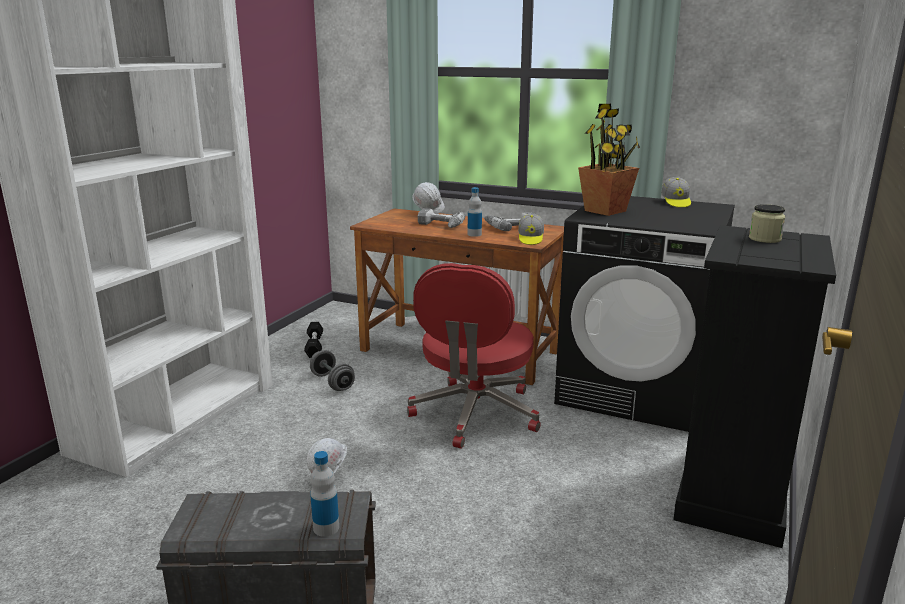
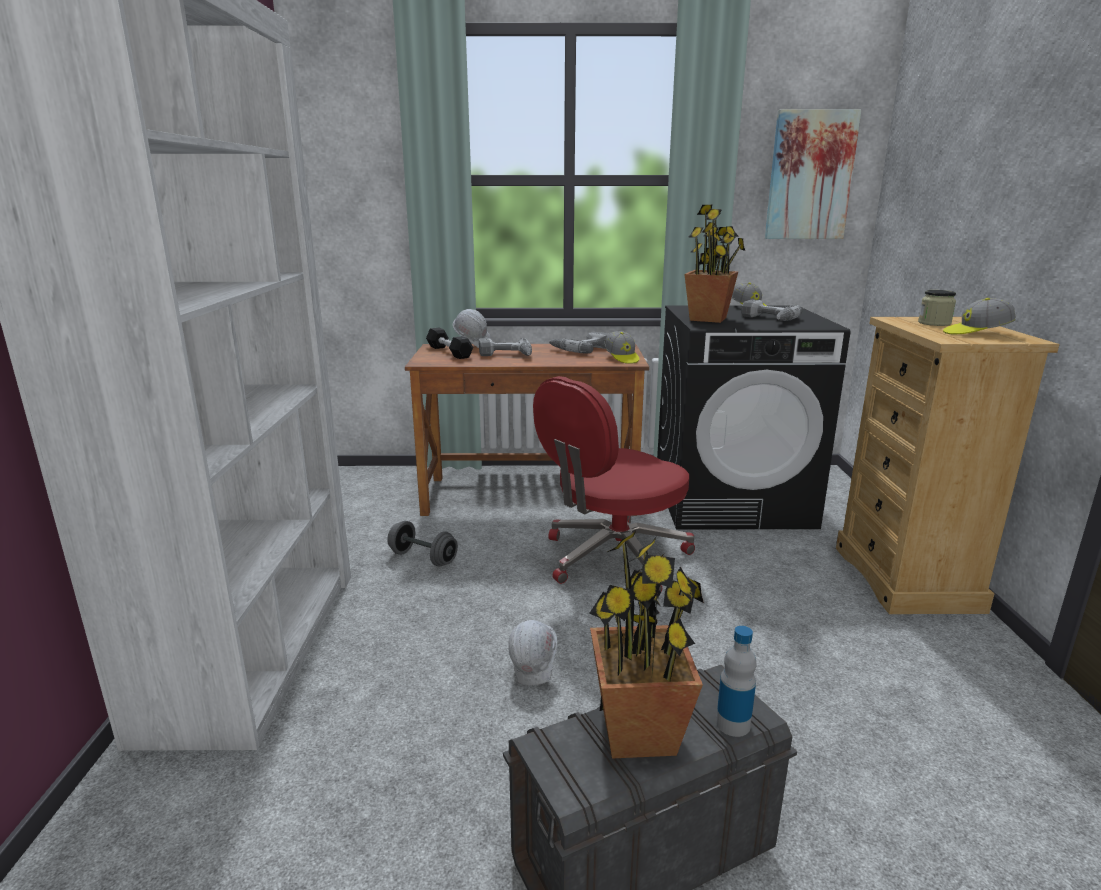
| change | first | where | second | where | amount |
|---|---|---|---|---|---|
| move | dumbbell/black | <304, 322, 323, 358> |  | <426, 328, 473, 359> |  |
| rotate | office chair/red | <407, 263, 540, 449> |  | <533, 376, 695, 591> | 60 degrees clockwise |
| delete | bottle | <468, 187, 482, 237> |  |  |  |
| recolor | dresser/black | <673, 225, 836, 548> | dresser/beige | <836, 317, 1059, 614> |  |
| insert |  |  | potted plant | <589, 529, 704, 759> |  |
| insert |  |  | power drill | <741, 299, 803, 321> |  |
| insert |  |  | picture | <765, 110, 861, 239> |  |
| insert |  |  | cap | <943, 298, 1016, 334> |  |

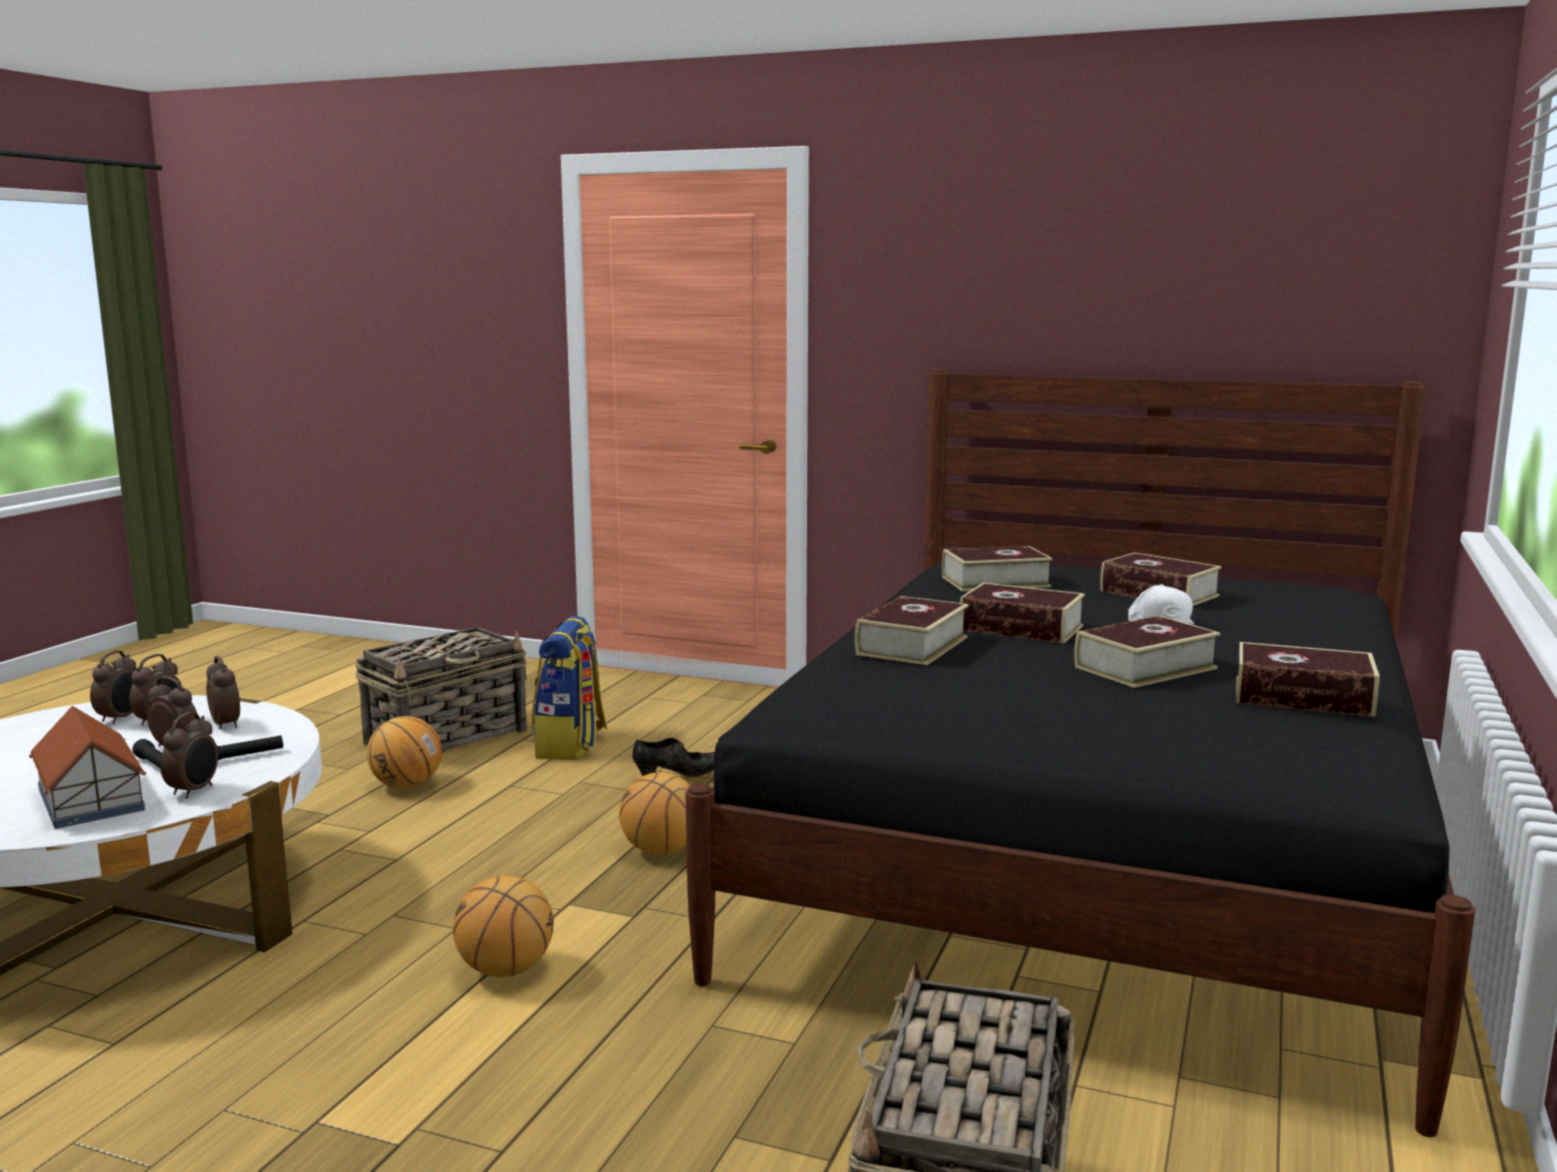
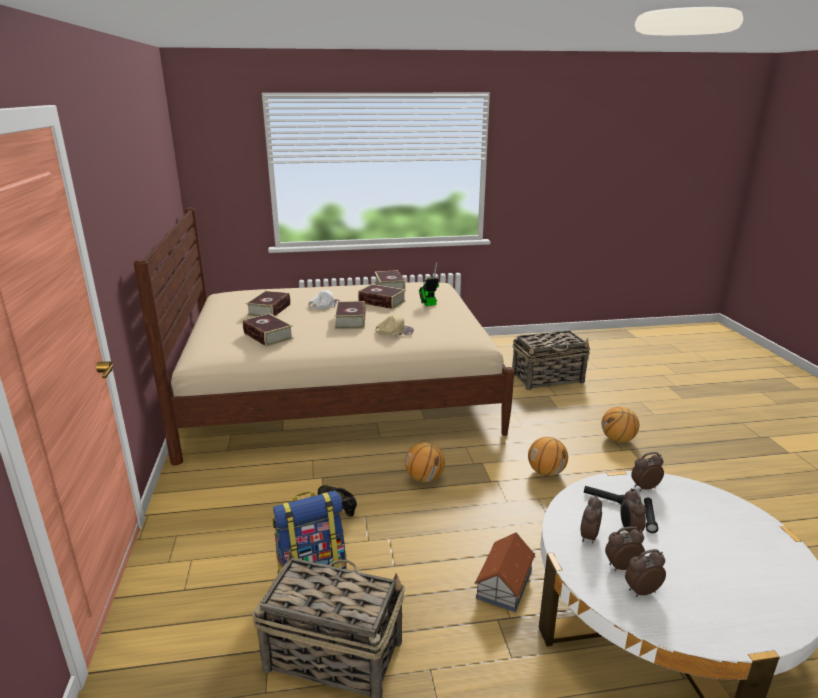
| change | first | where | second | where | amount |
|---|---|---|---|---|---|
| move | toy house | <29, 706, 146, 829> |  | <474, 532, 536, 612> |  |
| move | basketball | <367, 716, 442, 789> |  | <602, 407, 639, 443> |  |
| recolor | bed/black | <685, 369, 1475, 1137> | bed/beige | <133, 208, 514, 465> |  |
| replace | book | <855, 596, 969, 665> | cap/beige | <375, 314, 414, 336> |  |
| insert |  |  | toy robot | <419, 262, 439, 306> |  |

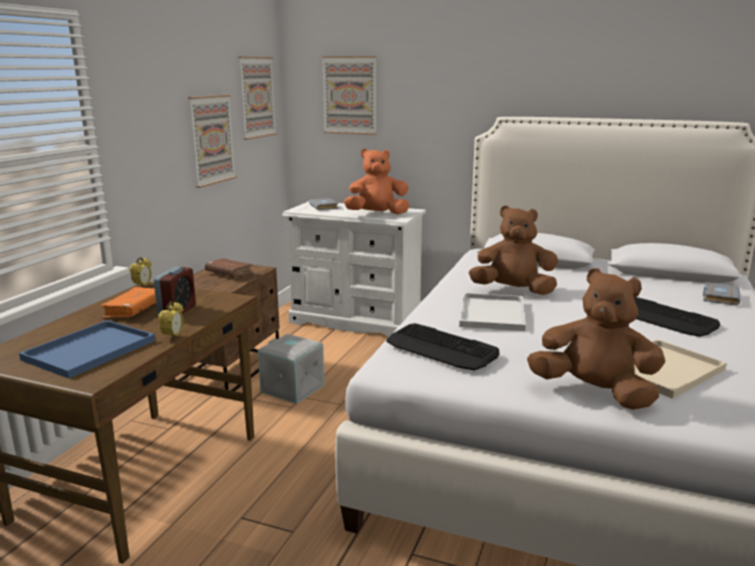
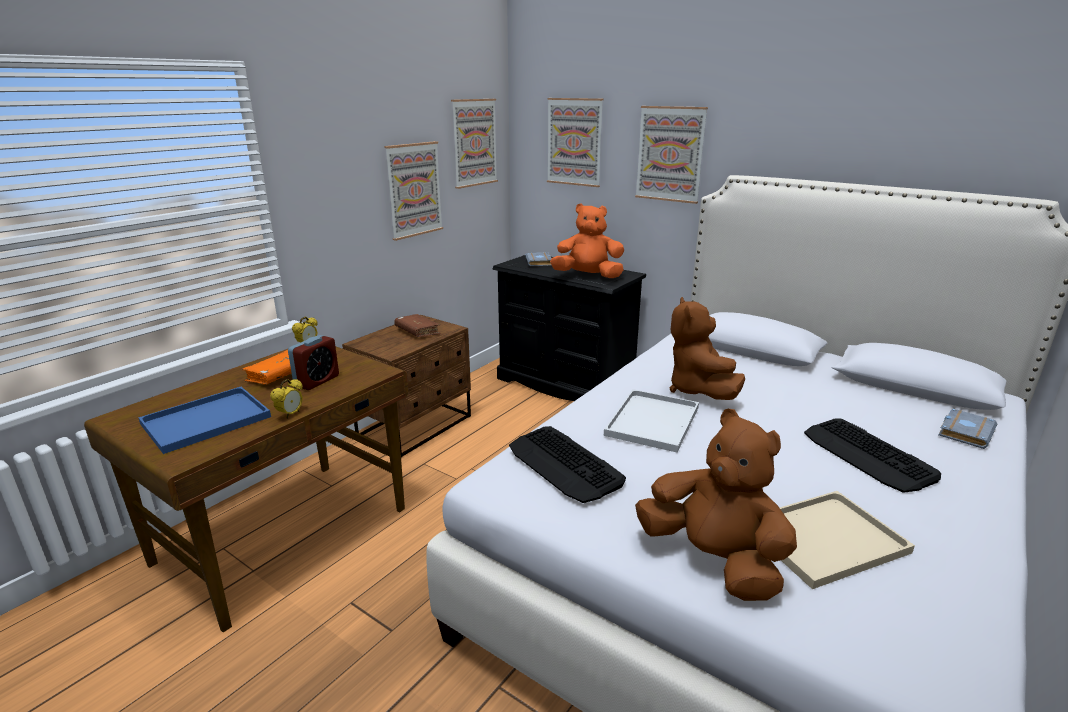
| change | first | where | second | where | amount |
|---|---|---|---|---|---|
| delete | storage box/grey | <258, 334, 325, 404> |  |  |  |
| recolor | dresser/white | <282, 201, 426, 337> | dresser/black | <492, 255, 646, 401> |  |
| rotate | plush toy/brown | <469, 206, 558, 295> |  | <670, 297, 745, 400> | 120 degrees counterclockwise |
| insert |  |  | picture | <635, 106, 708, 204> |  |

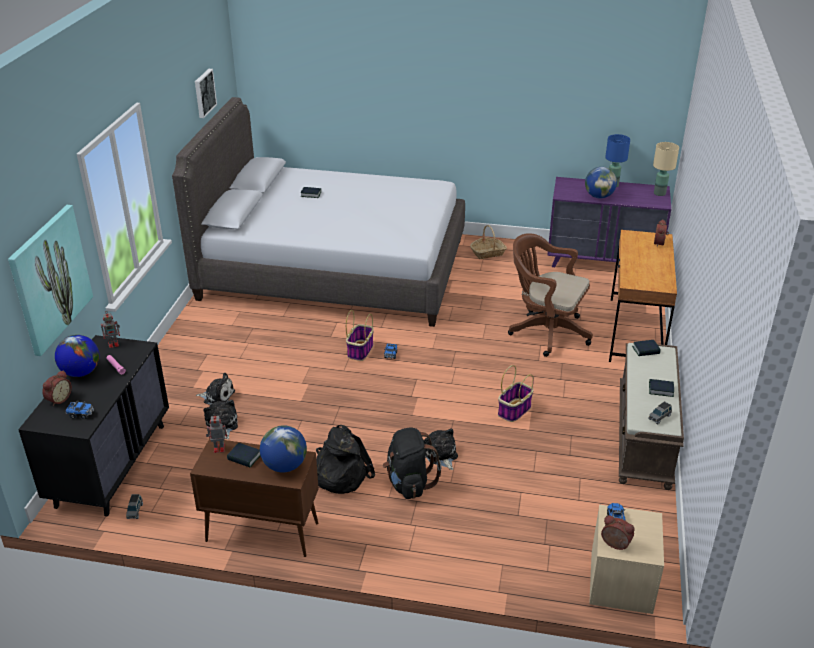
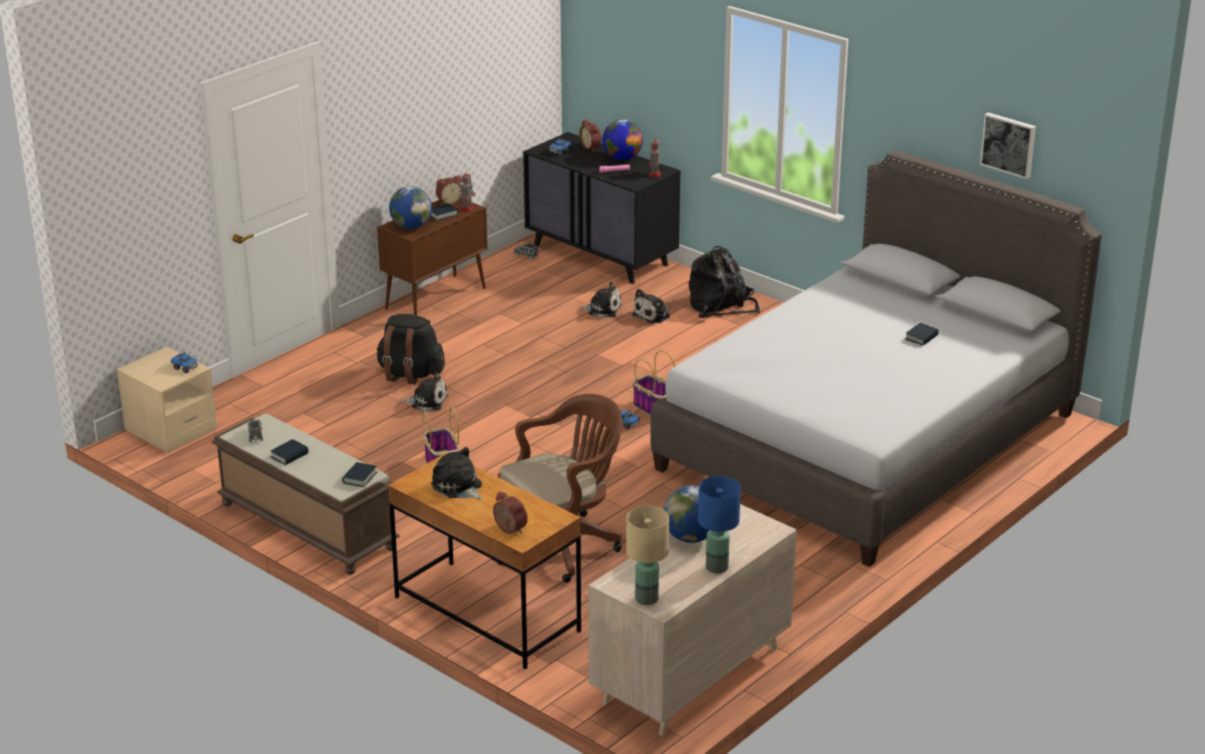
| change | first | where | second | where | amount |
|---|---|---|---|---|---|
| delete | picture | <8, 205, 93, 356> |  |  |  |
| move | backpack/black | <316, 425, 375, 494> |  | <688, 246, 760, 318> |  |
| delete | basket | <470, 225, 507, 259> |  |  |  |
| recolor | dresser/purple | <547, 177, 671, 267> | dresser/beige | <588, 504, 797, 736> |  |
| move | alarm clock | <601, 515, 635, 550> |  | <436, 175, 462, 205> |  |
| insert |  |  | plush toy | <431, 447, 483, 500> |  |

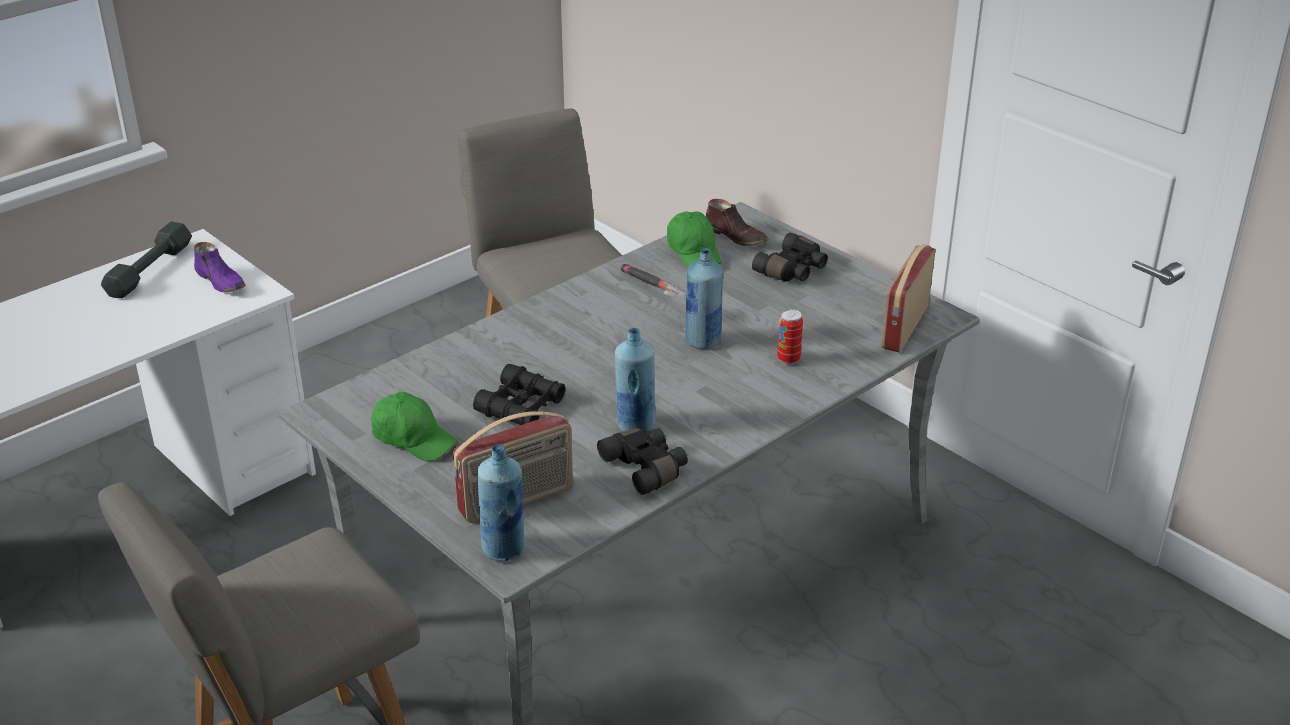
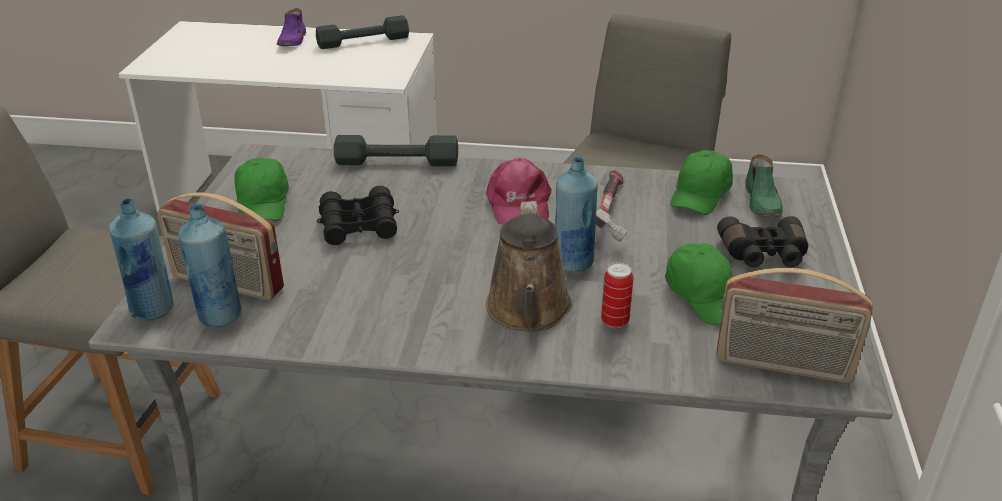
| change | first | where | second | where | amount |
|---|---|---|---|---|---|
| move | shoe/purple | <194, 242, 246, 292> |  | <277, 8, 306, 46> |  |
| delete | binoculars/black | <597, 427, 688, 495> |  |  |  |
| move | bottle/blue | <615, 328, 655, 432> |  | <178, 204, 243, 327> |  |
| recolor | shoe/brown | <706, 199, 769, 246> | shoe/green | <745, 154, 783, 217> |  |
| rotate | radio | <881, 244, 935, 353> |  | <716, 268, 873, 383> | 150 degrees counterclockwise |
| insert |  |  | dumbbell/grey | <334, 135, 458, 166> |  |
| insert |  |  | cap/pink | <486, 158, 551, 225> |  |
| insert |  |  | watering can/brown | <486, 201, 572, 331> |  |
| insert |  |  | cap/green | <665, 243, 733, 325> |  |

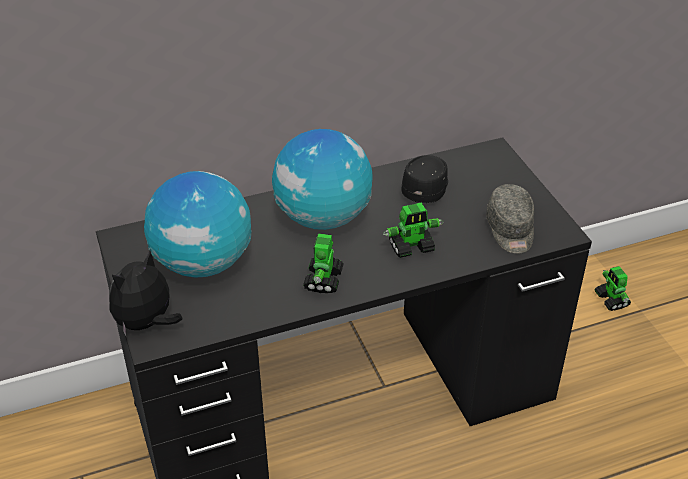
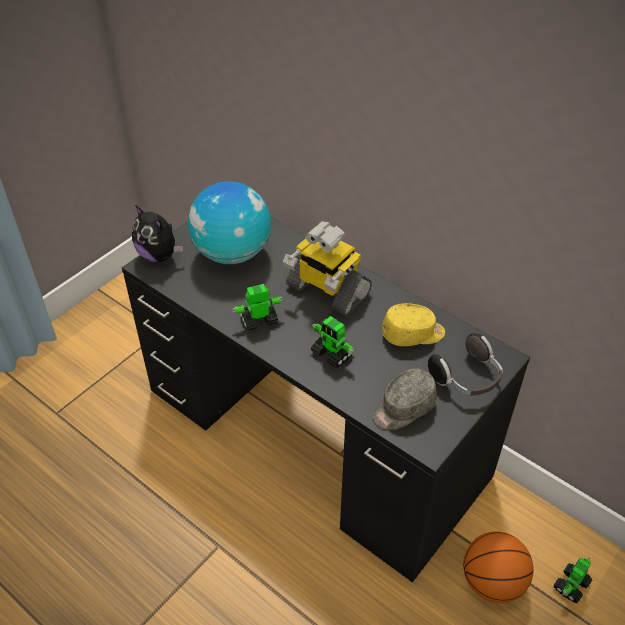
| change | first | where | second | where | amount |
|---|---|---|---|---|---|
| rotate | plush toy | <109, 251, 182, 336> |  | <132, 205, 183, 262> | 150 degrees counterclockwise |
| replace | globe | <272, 129, 373, 230> | toy robot | <283, 221, 372, 316> |  |
| recolor | cap/black | <401, 155, 448, 203> | cap/yellow | <382, 303, 445, 346> |  |
| insert |  |  | headphones | <428, 333, 503, 396> |  |
| insert |  |  | basketball | <463, 531, 534, 603> |  |

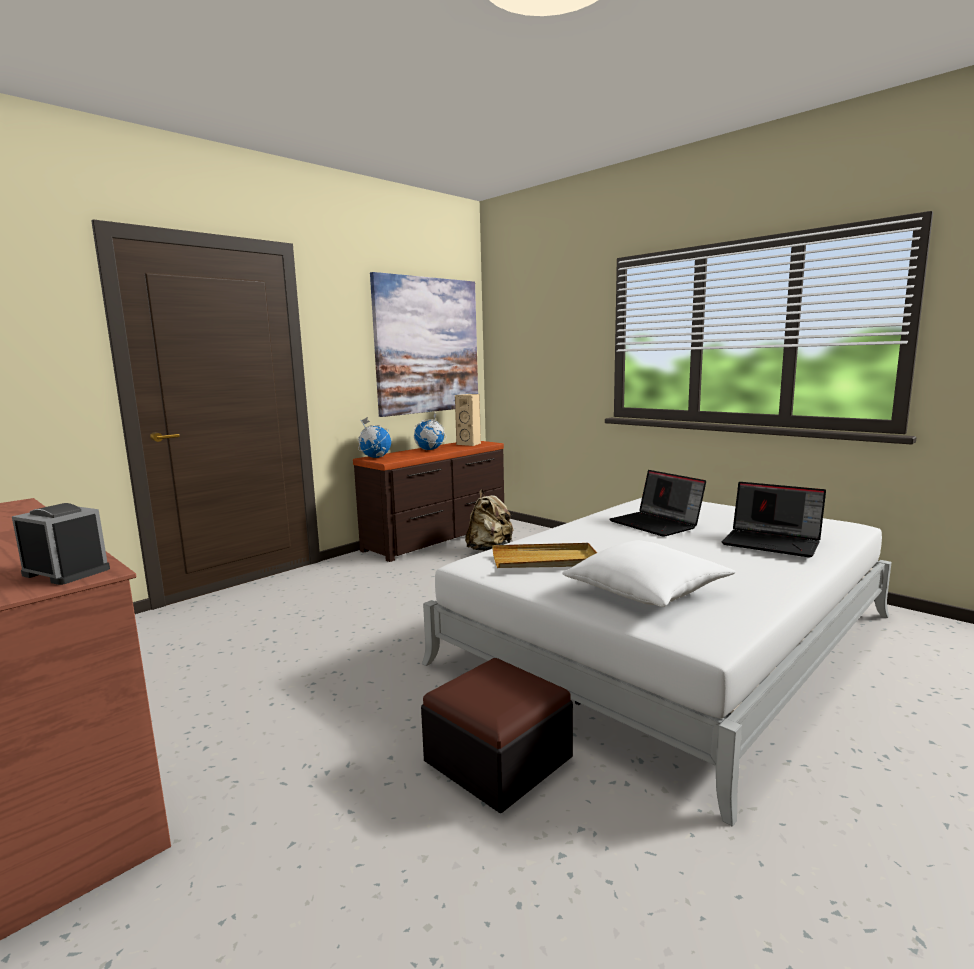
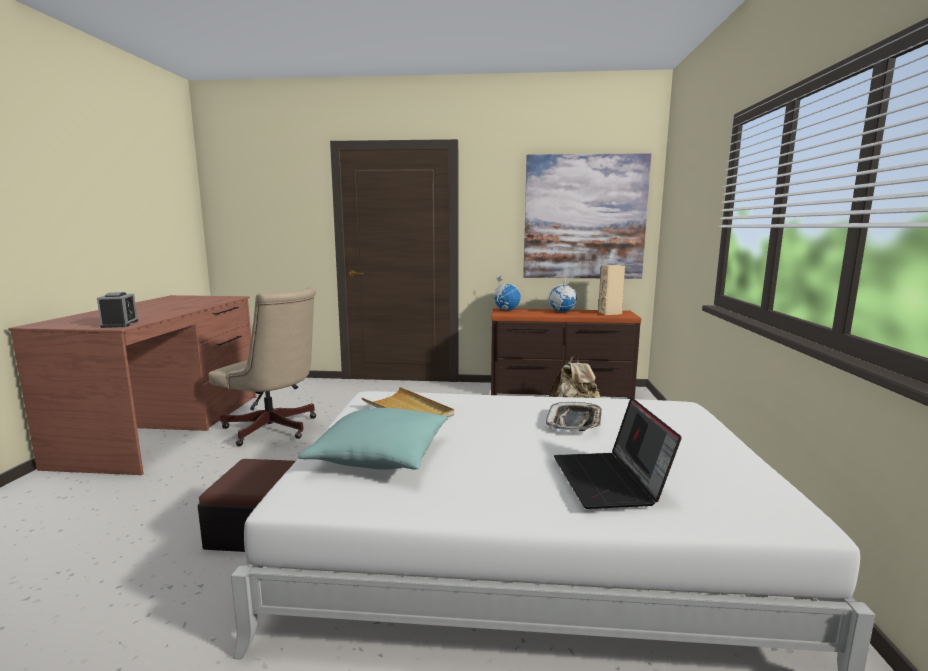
| change | first | where | second | where | amount |
|---|---|---|---|---|---|
| recolor | pillow/white | <562, 540, 735, 607> | pillow/turquoise | <298, 408, 448, 470> |  |
| replace | laptop | <609, 470, 706, 537> | tray | <546, 402, 602, 431> |  |
| insert |  |  | office chair/beige | <208, 286, 316, 446> |  |

